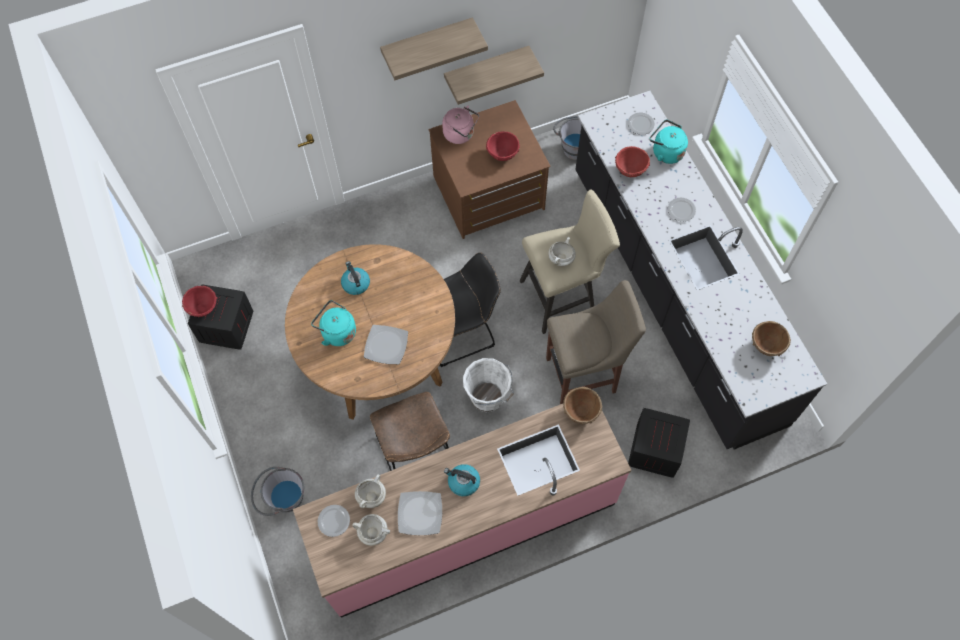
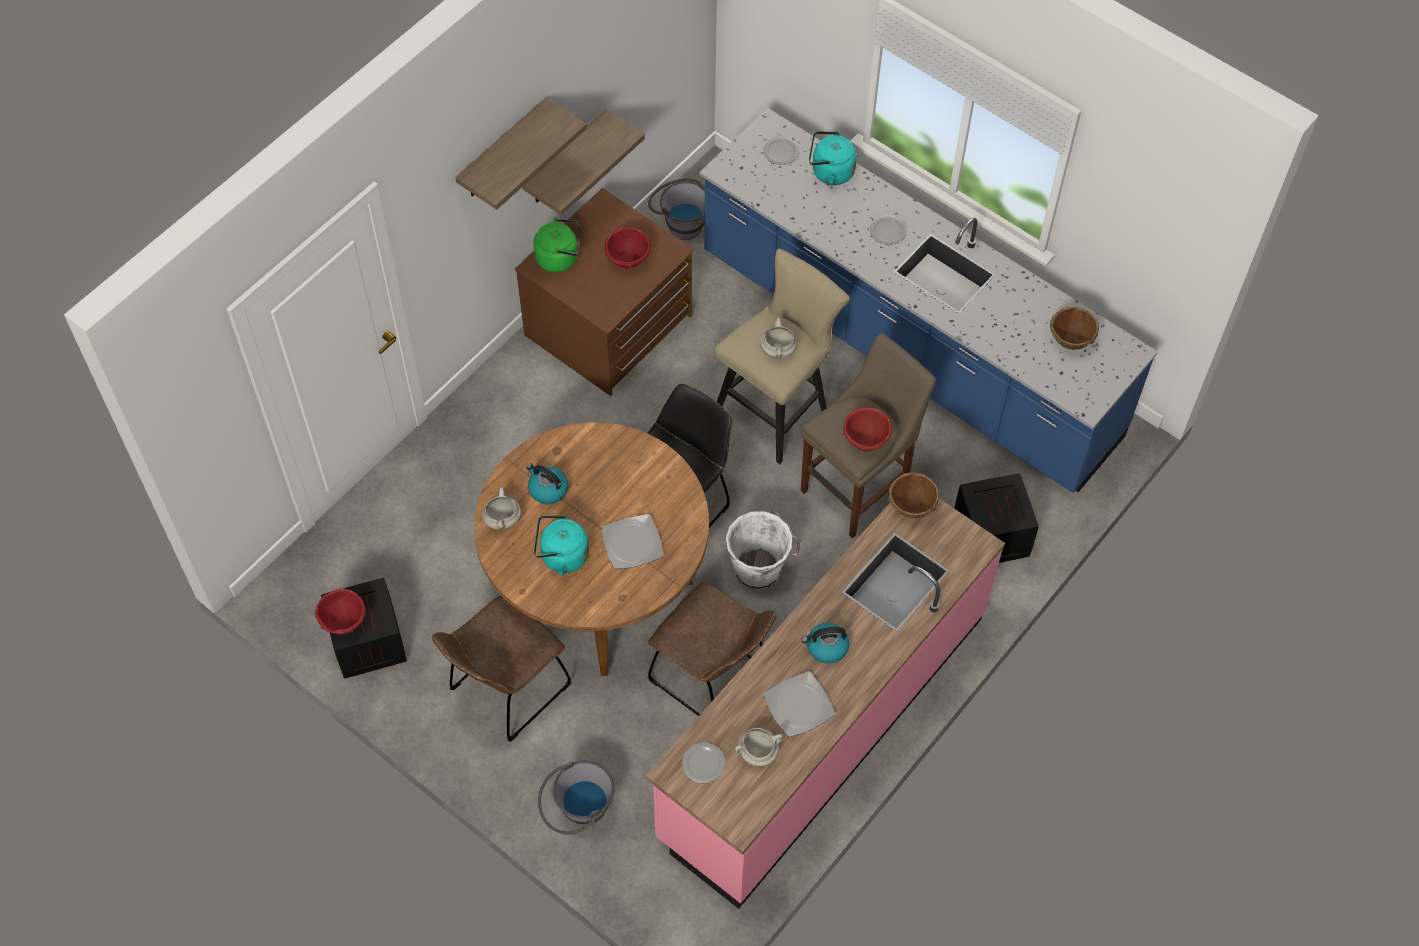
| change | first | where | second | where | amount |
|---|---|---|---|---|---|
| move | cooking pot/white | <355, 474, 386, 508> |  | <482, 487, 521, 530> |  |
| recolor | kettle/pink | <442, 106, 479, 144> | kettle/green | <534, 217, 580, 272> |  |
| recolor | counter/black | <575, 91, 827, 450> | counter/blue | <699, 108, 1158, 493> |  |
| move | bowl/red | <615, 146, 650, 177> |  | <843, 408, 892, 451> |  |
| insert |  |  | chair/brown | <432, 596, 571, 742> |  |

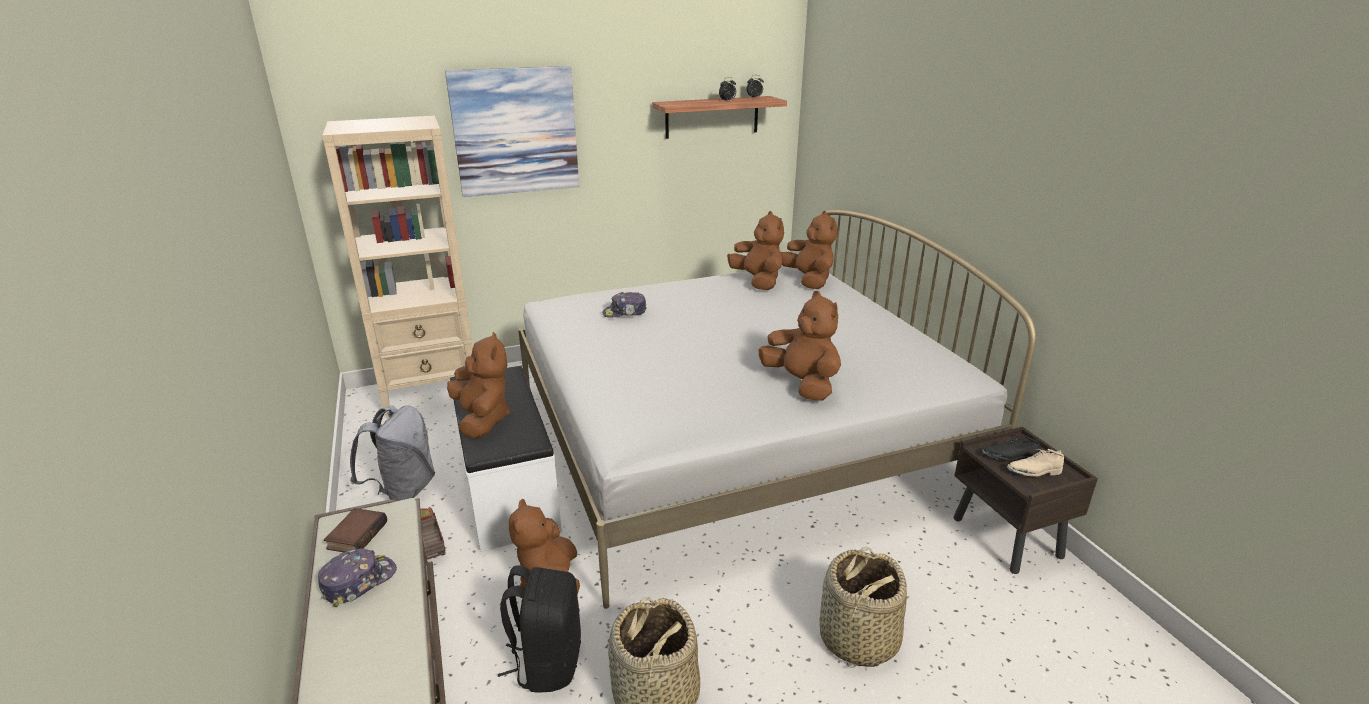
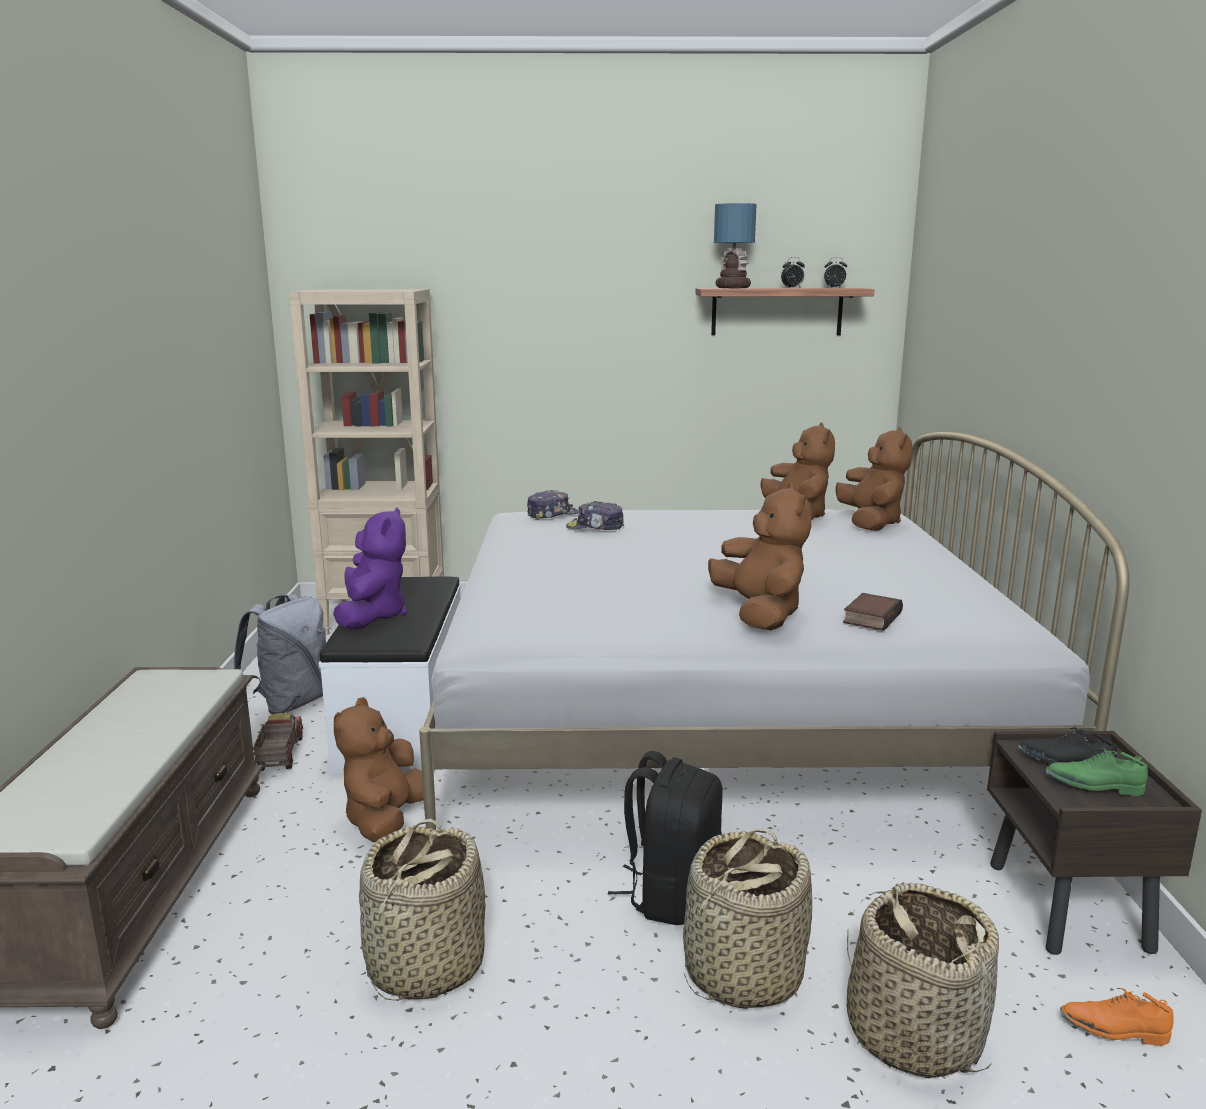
| change | first | where | second | where | amount |
|---|---|---|---|---|---|
| move | cap | <318, 548, 397, 607> |  | <527, 490, 580, 520> |  |
| move | book | <324, 508, 387, 552> |  | <843, 593, 903, 631> |  |
| delete | picture | <445, 66, 579, 197> |  |  |  |
| recolor | plush toy/brown | <447, 332, 510, 439> | plush toy/purple | <333, 507, 407, 630> |  |
| move | backpack/black | <498, 565, 581, 693> |  | <608, 751, 723, 925> |  |
| recolor | shoe/beige | <1007, 449, 1064, 477> | shoe/green | <1046, 748, 1148, 796> |  |
| insert |  |  | table lamp | <714, 203, 757, 288> |  |
| insert |  |  | basket | <847, 882, 999, 1078> |  |
| insert |  |  | shoe/orange | <1060, 988, 1174, 1046> |  |

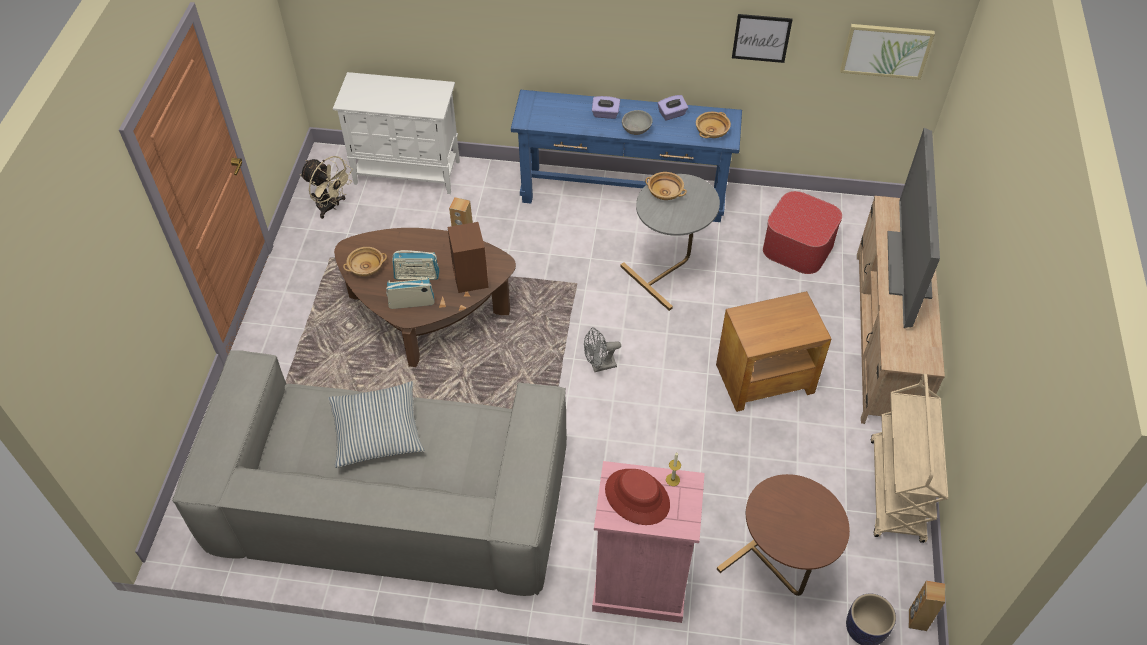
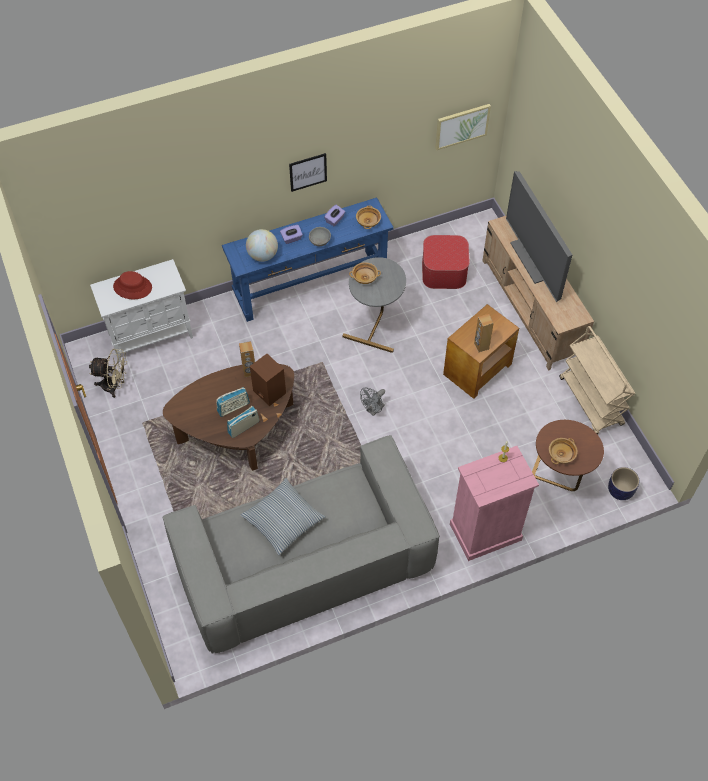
| change | first | where | second | where | amount |
|---|---|---|---|---|---|
| move | bowl/beige | <343, 247, 387, 276> |  | <549, 438, 578, 464> |  |
| move | hat/red | <605, 469, 670, 525> |  | <113, 271, 152, 299> |  |
| move | picture | <732, 14, 793, 63> |  | <289, 153, 327, 192> |  |
| move | speaker/brown | <909, 581, 945, 631> |  | <474, 314, 494, 352> |  |
| insert |  |  | globe | <246, 229, 278, 262> |  |

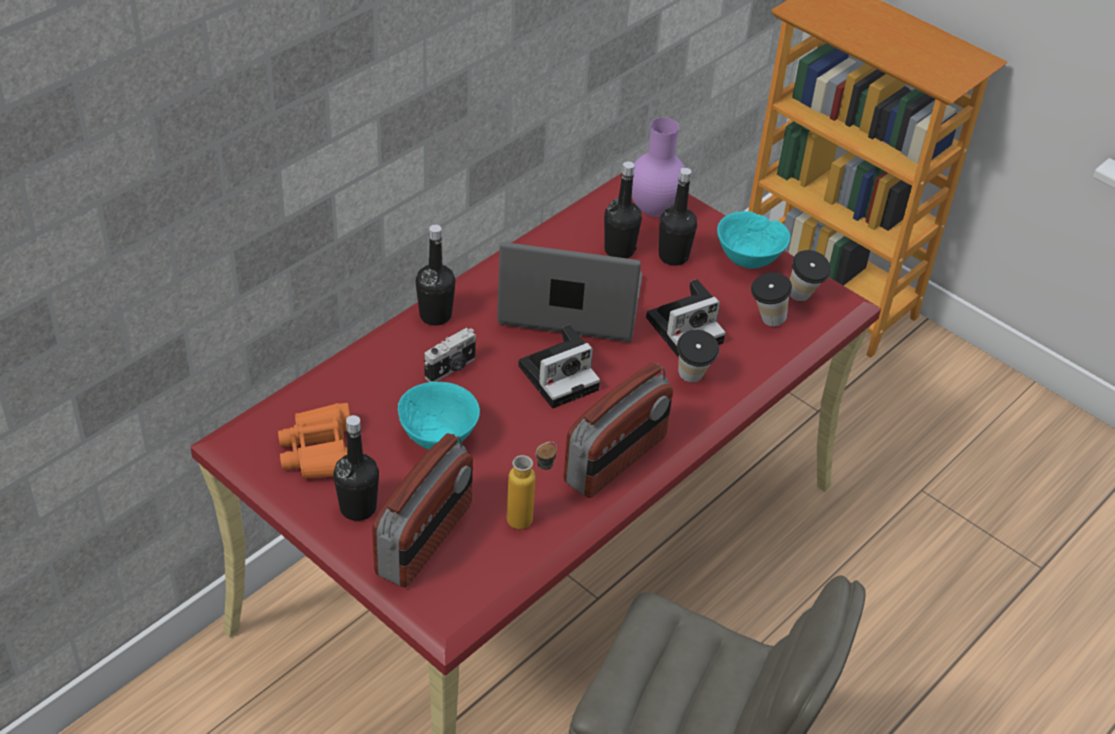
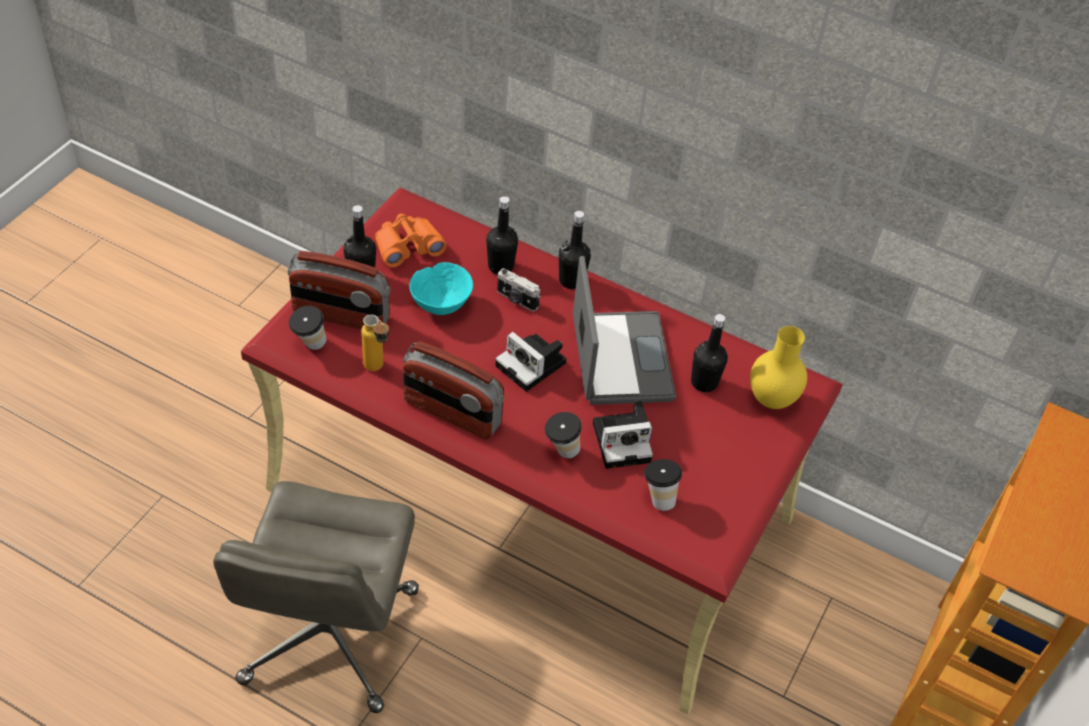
| change | first | where | second | where | amount |
|---|---|---|---|---|---|
| recolor | vase/purple | <632, 117, 685, 217> | vase/yellow | <750, 326, 807, 409> |  |
| rotate | photo camera | <646, 279, 726, 358> |  | <593, 401, 653, 469> | 60 degrees counterclockwise |
| move | bottle/black | <659, 168, 697, 266> |  | <486, 196, 518, 274> |  |
| delete | bowl/turquoise | <717, 211, 790, 269> |  |  |  |
| move | cup | <789, 250, 831, 301> |  | <289, 306, 327, 350> |  |

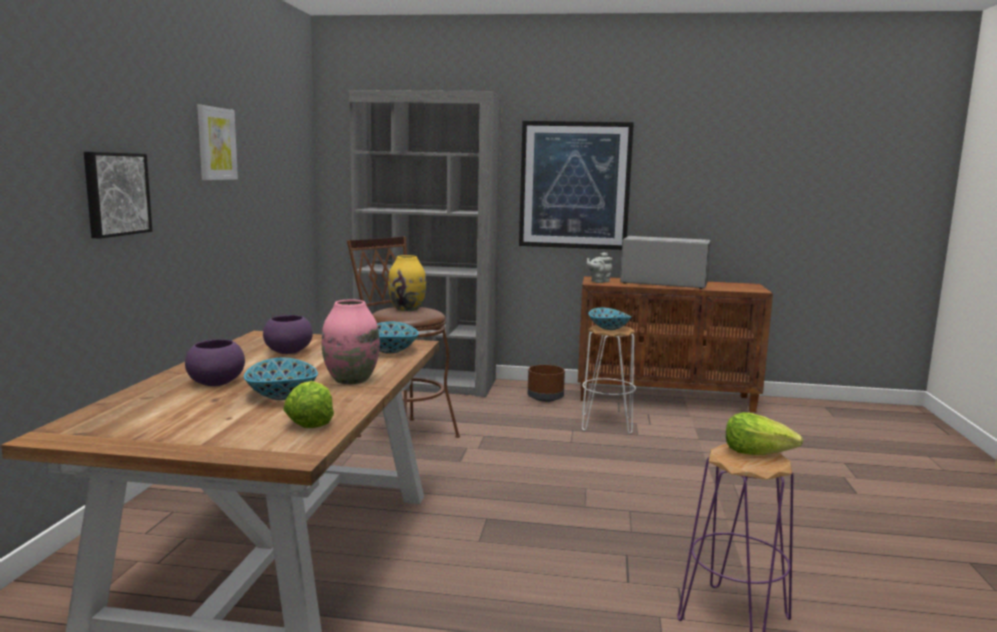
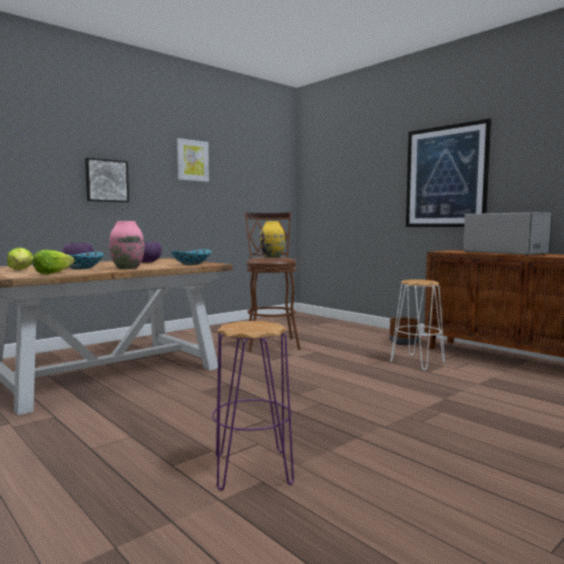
| change | first | where | second | where | amount |
|---|---|---|---|---|---|
| delete | bookcase/grey | <349, 90, 502, 397> |  |  |  |
| delete | teapot/grey | <587, 252, 612, 283> |  |  |  |
| delete | bowl | <589, 308, 631, 330> |  |  |  |
| move | lettuce | <726, 412, 803, 455> |  | <7, 248, 33, 270> |  |

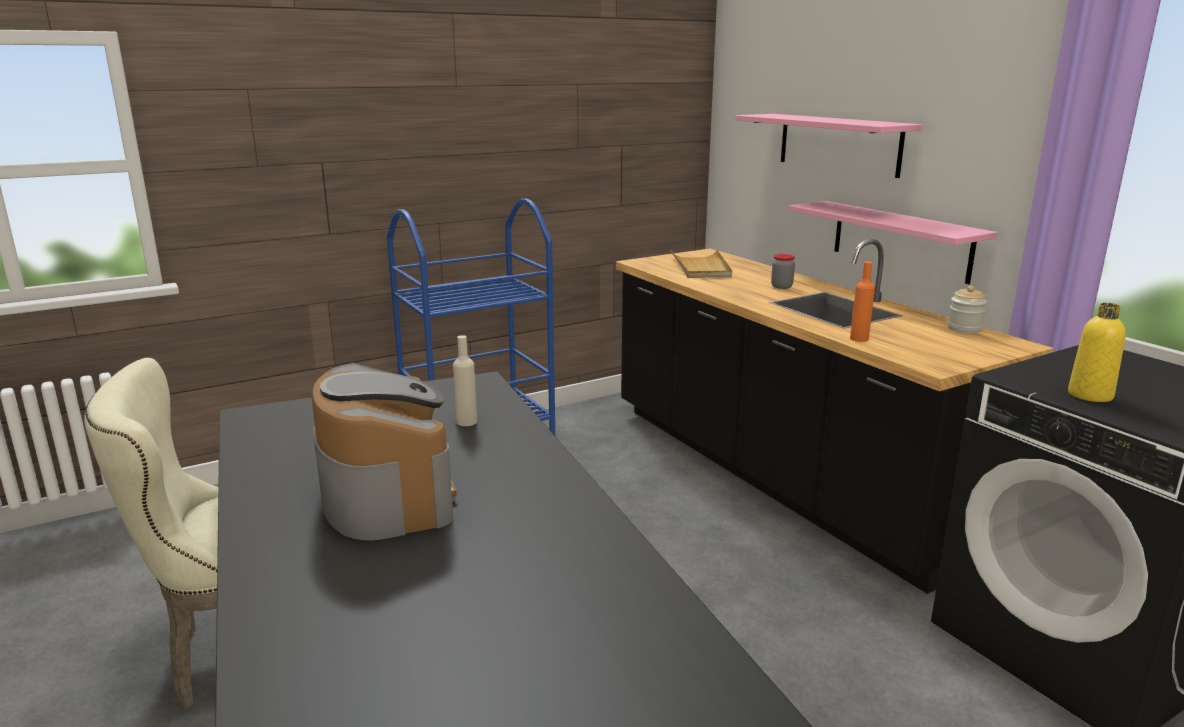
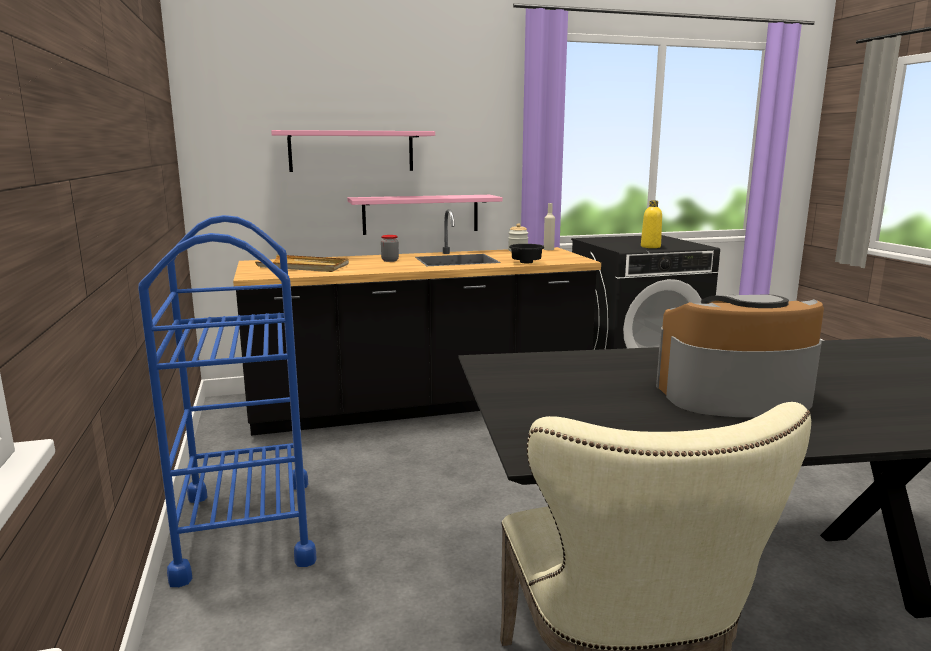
| change | first | where | second | where | amount |
|---|---|---|---|---|---|
| move | bottle/beige | <453, 335, 477, 426> |  | <544, 203, 555, 250> |  |
| replace | bottle/orange | <850, 261, 875, 342> | bowl/black | <509, 244, 544, 264> |  |

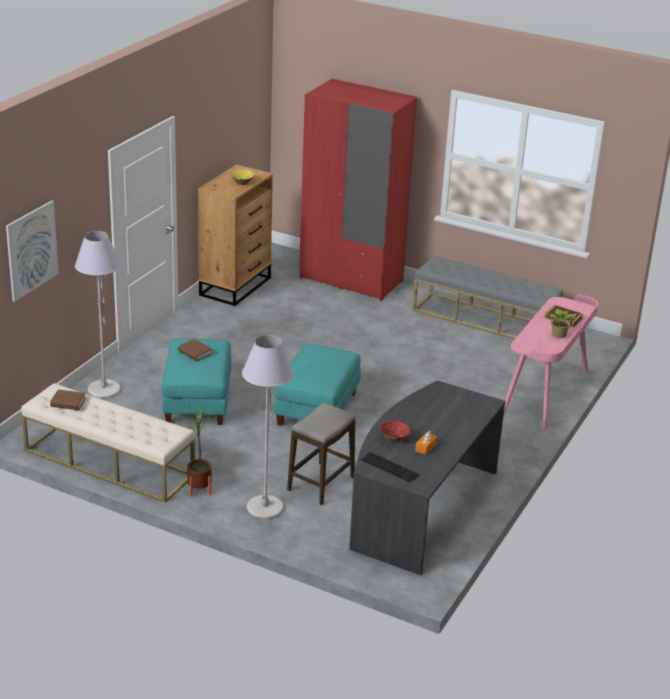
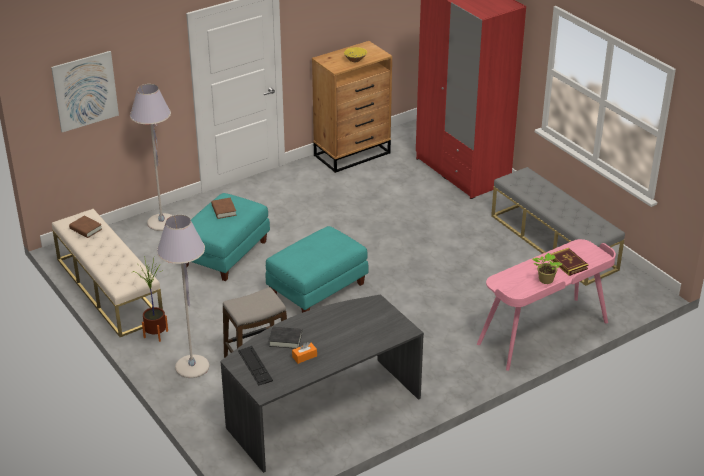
| change | first | where | second | where | amount |
|---|---|---|---|---|---|
| replace | bowl/red | <380, 421, 411, 442> | book/black | <269, 327, 302, 349> |  |

